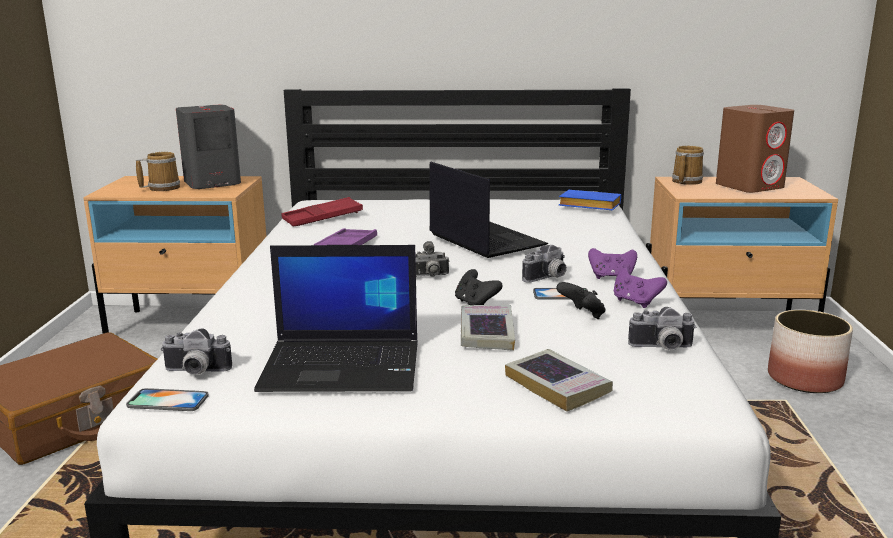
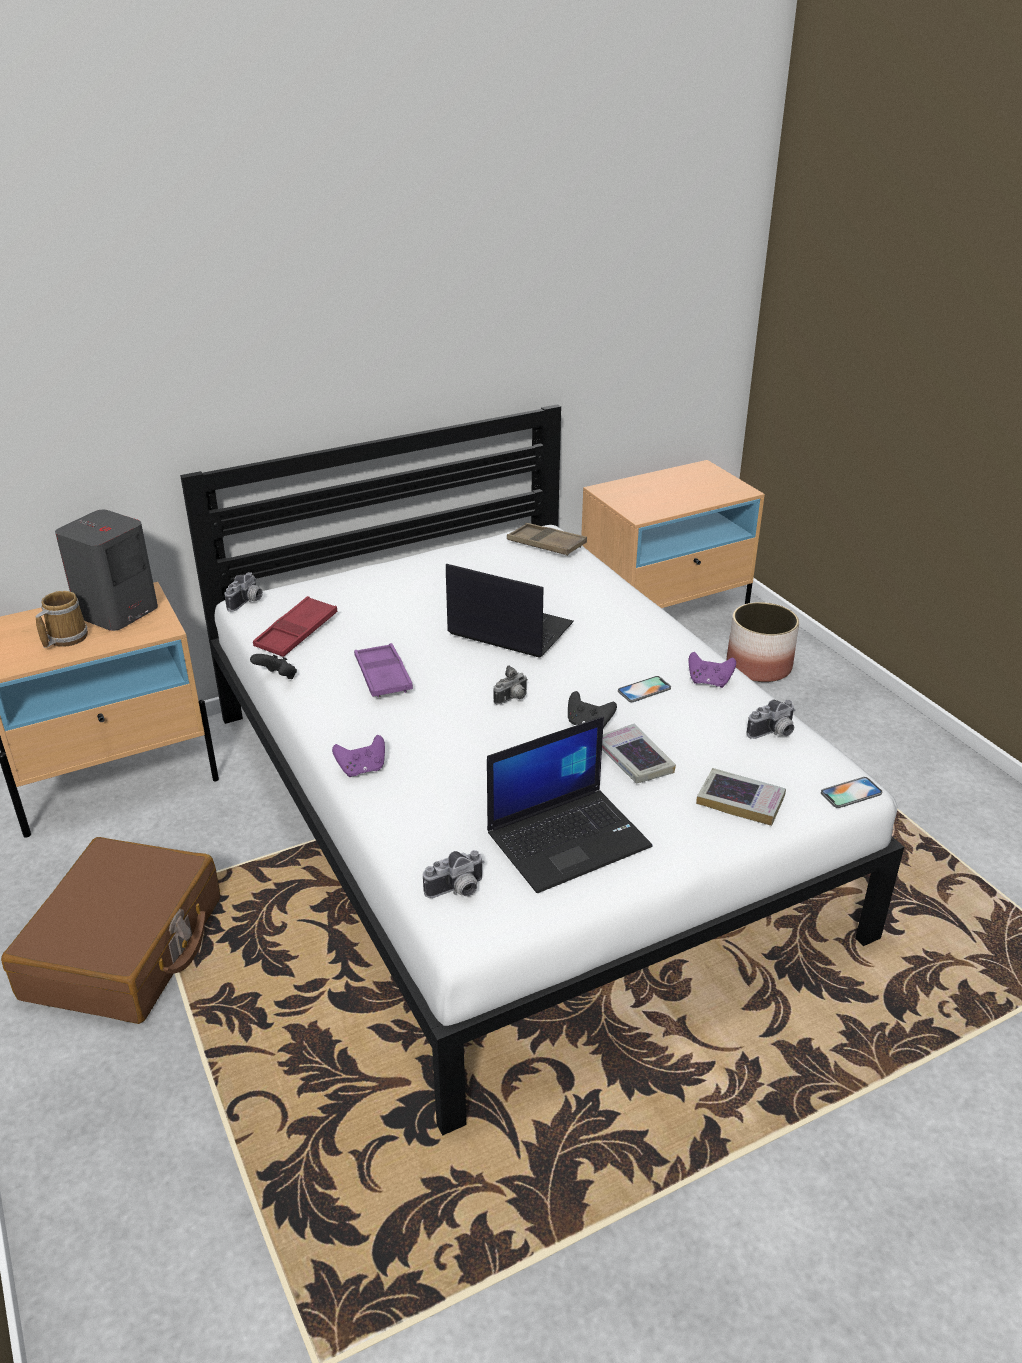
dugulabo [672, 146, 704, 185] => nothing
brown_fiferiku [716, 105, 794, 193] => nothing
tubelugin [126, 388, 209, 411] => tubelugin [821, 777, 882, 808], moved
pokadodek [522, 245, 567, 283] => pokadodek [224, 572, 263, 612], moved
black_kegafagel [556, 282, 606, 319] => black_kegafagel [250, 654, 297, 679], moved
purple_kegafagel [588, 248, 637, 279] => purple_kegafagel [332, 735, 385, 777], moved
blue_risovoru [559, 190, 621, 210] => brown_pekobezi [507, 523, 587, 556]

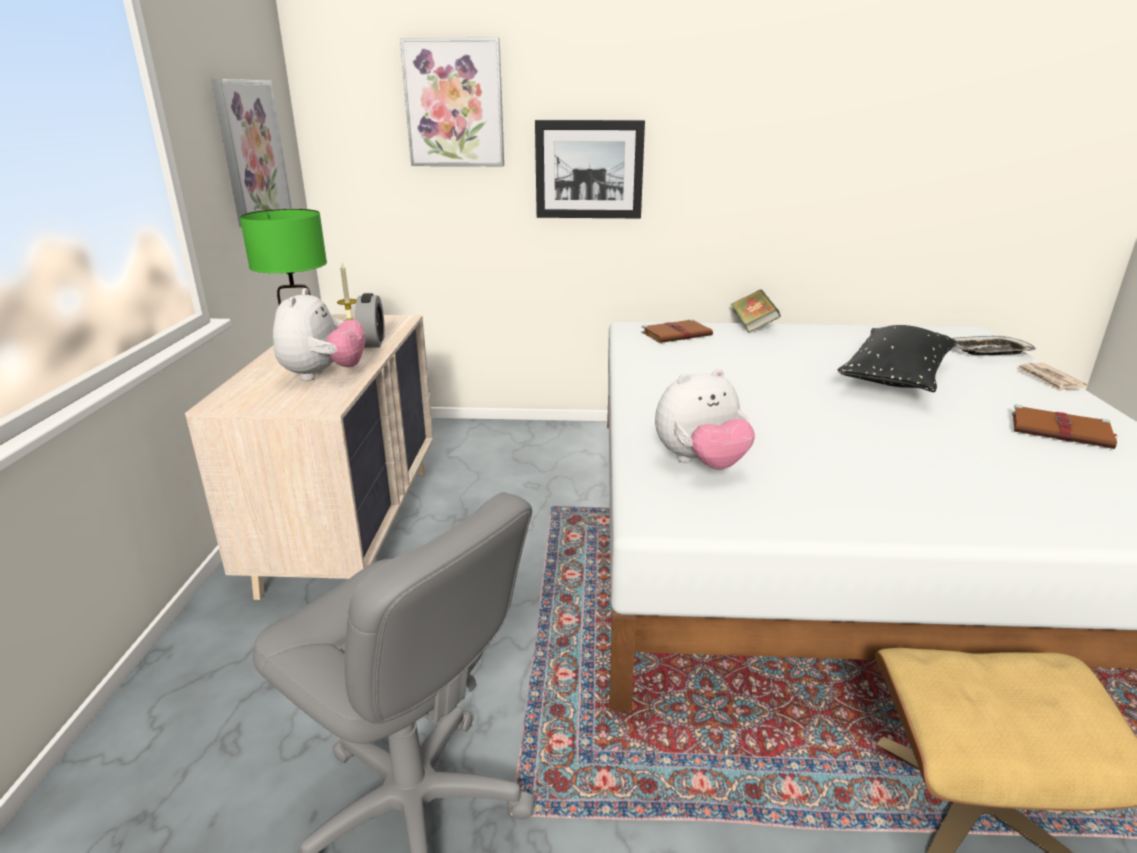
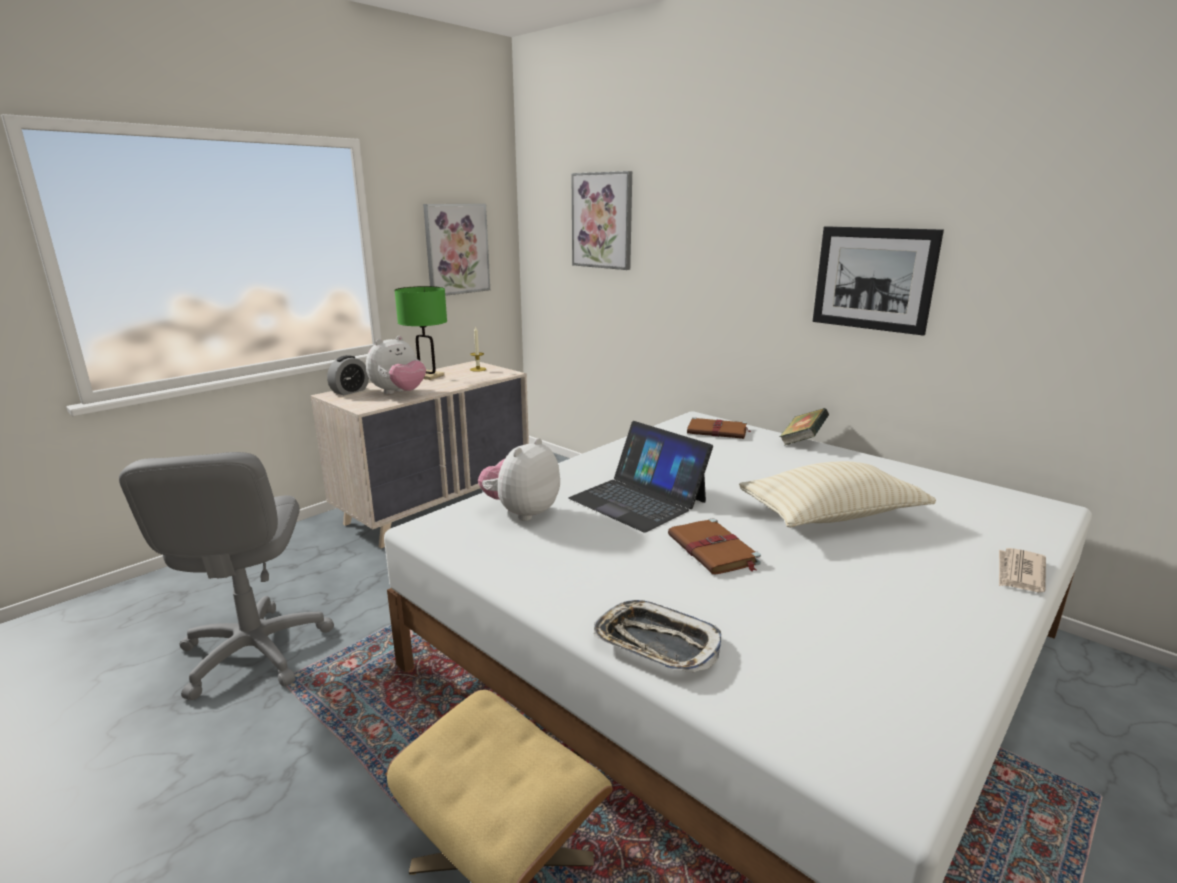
nothing => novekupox [569, 421, 713, 532]
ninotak [355, 293, 385, 348] => ninotak [327, 355, 369, 395], moved
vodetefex [535, 120, 645, 218] => vodetefex [813, 226, 944, 336], moved
pekobezi [951, 336, 1036, 355] => pekobezi [594, 600, 721, 672], moved
brown_risovoru [1012, 405, 1117, 449] => brown_risovoru [668, 518, 761, 574], moved
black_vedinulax [838, 325, 957, 392] => beige_vedinulax [739, 461, 936, 528]
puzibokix [655, 369, 755, 470] => puzibokix [478, 438, 560, 521], 105 degrees clockwise

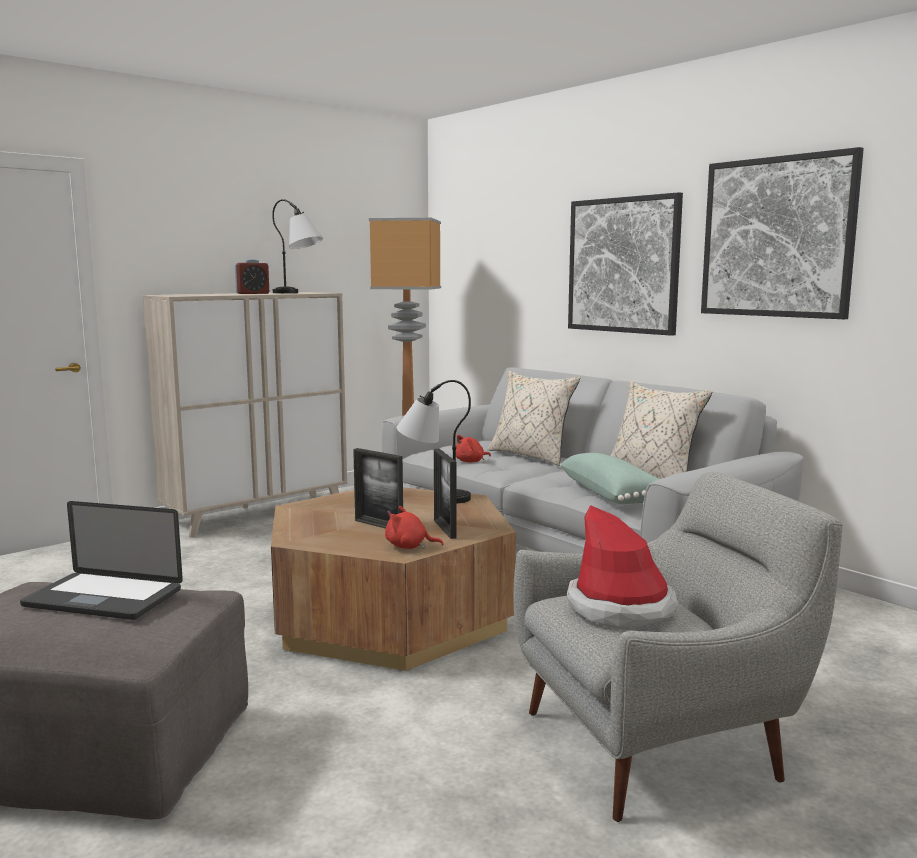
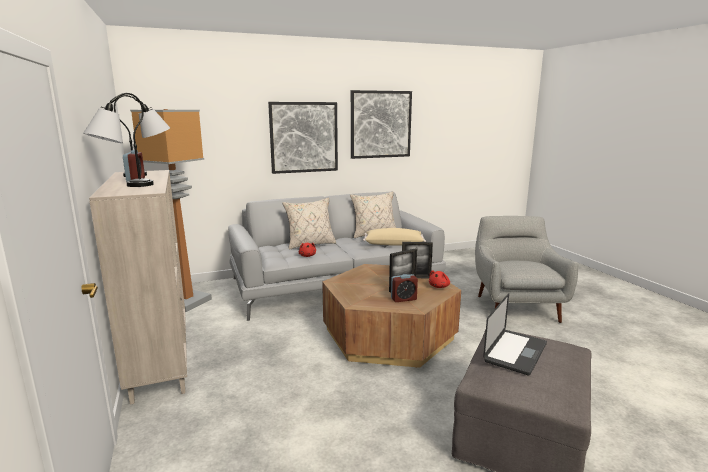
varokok [567, 505, 678, 630] => nothing
nothing => ninotak [391, 274, 418, 302]
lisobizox [396, 380, 471, 503] => lisobizox [83, 93, 154, 187], moved
green_vedinulax [560, 453, 659, 504] => beige_vedinulax [363, 228, 426, 246]

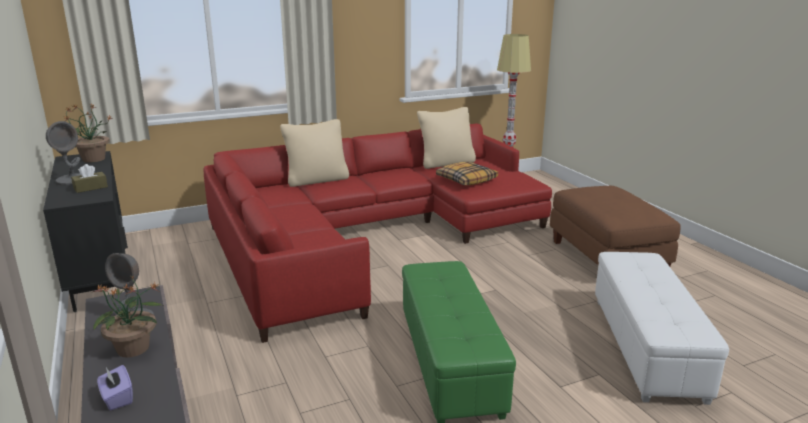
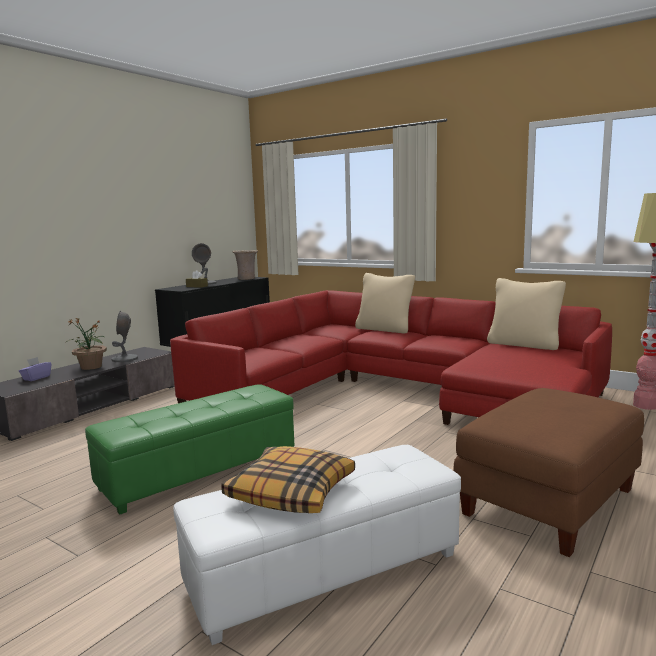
vedinulax [436, 162, 498, 185] => vedinulax [221, 446, 355, 513], moved
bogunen [65, 104, 113, 163] => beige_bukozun [233, 250, 258, 280]

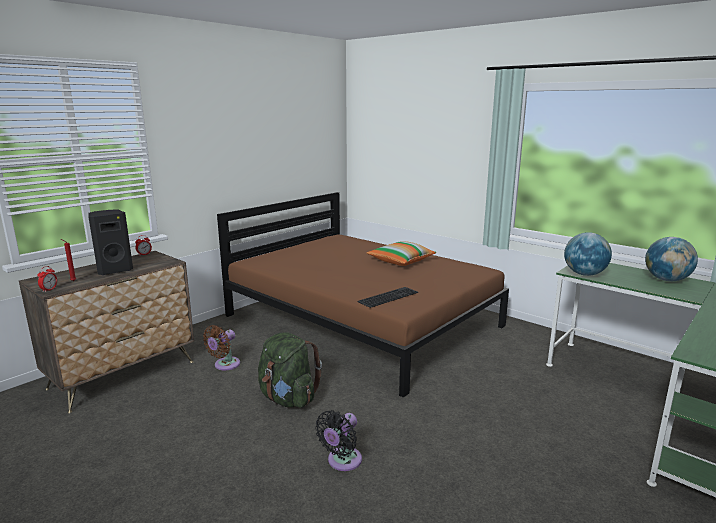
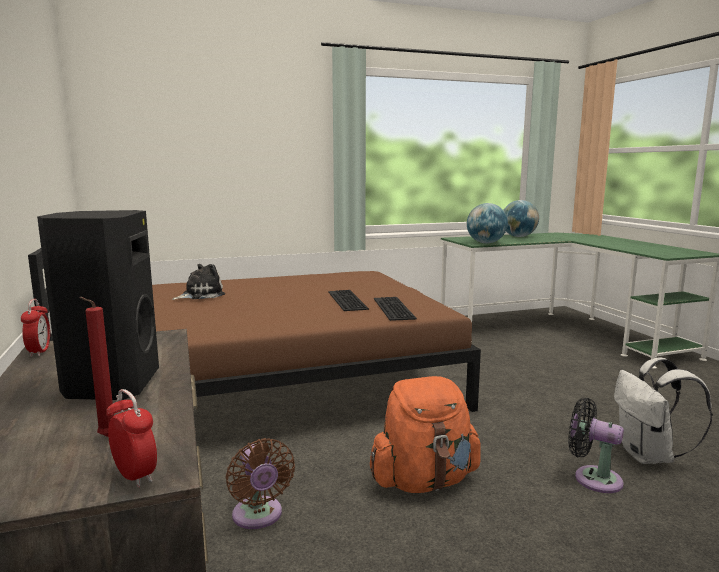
vedinulax [367, 241, 436, 266] => nothing
nothing => puzibokix [172, 264, 225, 300]
nothing => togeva [328, 290, 369, 311]
nothing => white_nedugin [614, 358, 713, 464]
green_nedugin [258, 332, 322, 408] => orange_nedugin [370, 376, 480, 493]
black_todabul [315, 410, 362, 471] => black_todabul [568, 398, 624, 493], 150 degrees clockwise

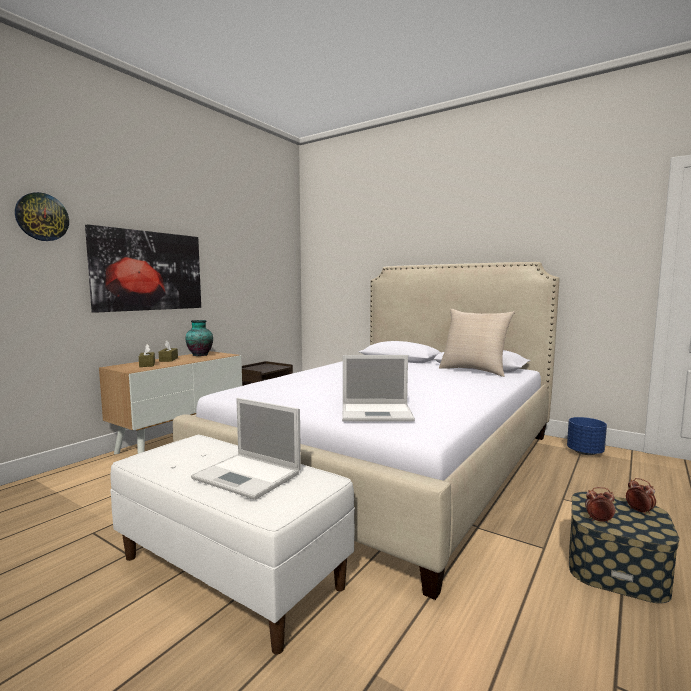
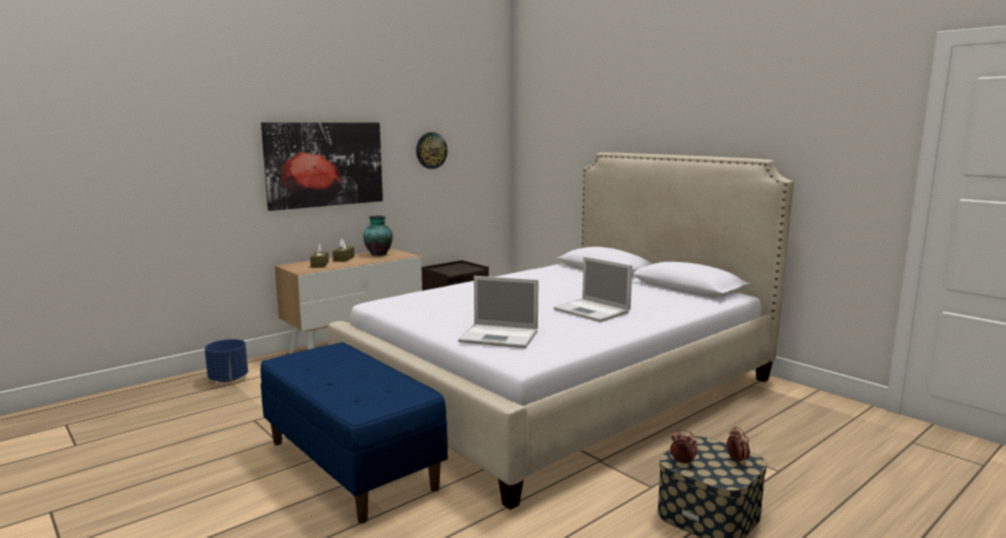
beige_vedinulax [439, 309, 515, 377] => nothing
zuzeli [15, 192, 69, 241] => zuzeli [416, 132, 448, 169], moved
novekupox [191, 398, 301, 500] => novekupox [554, 257, 632, 322], moved
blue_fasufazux [567, 417, 607, 455] => blue_fasufazux [204, 339, 248, 382], moved
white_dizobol [110, 435, 355, 655] => blue_dizobol [260, 342, 448, 523]

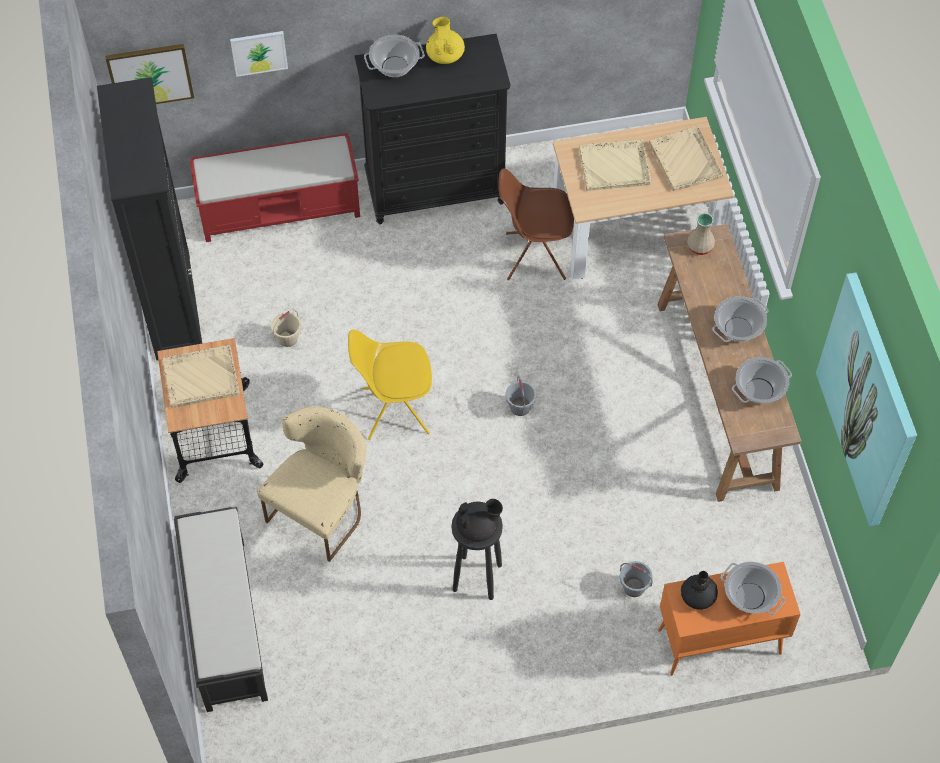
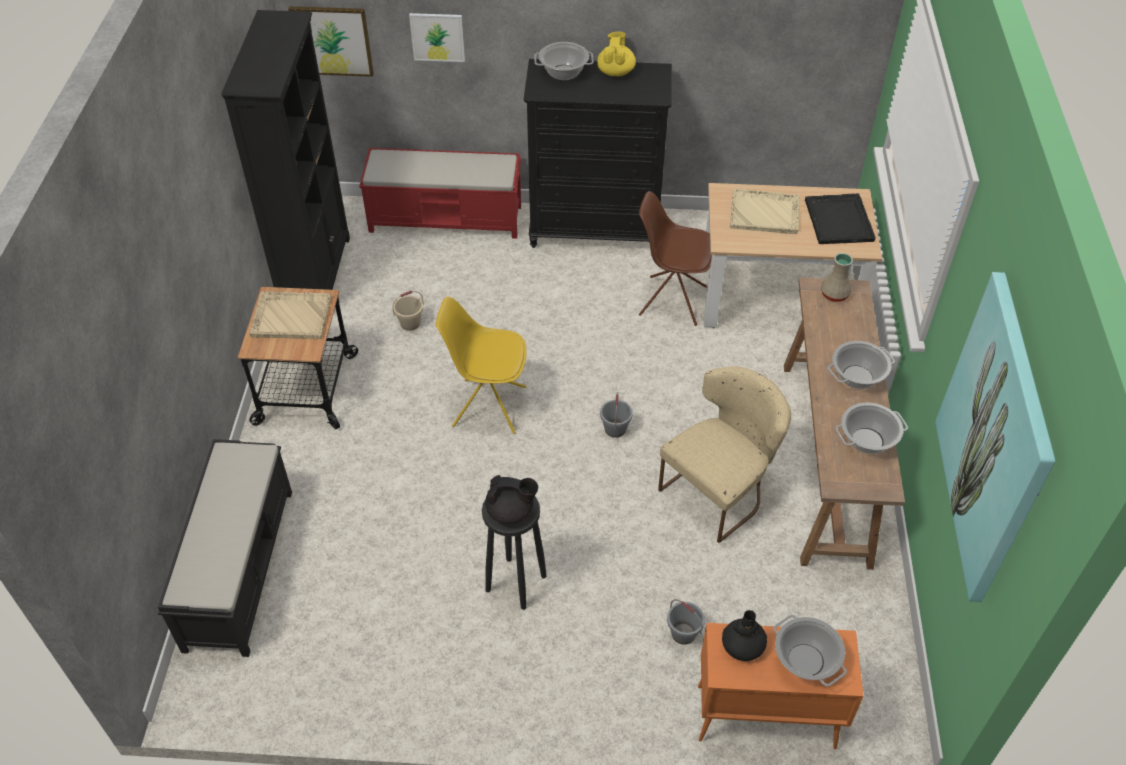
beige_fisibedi [257, 406, 366, 562] => beige_fisibedi [658, 366, 791, 543], moved
beige_pekobezi [649, 126, 724, 191] => black_pekobezi [805, 193, 876, 244]

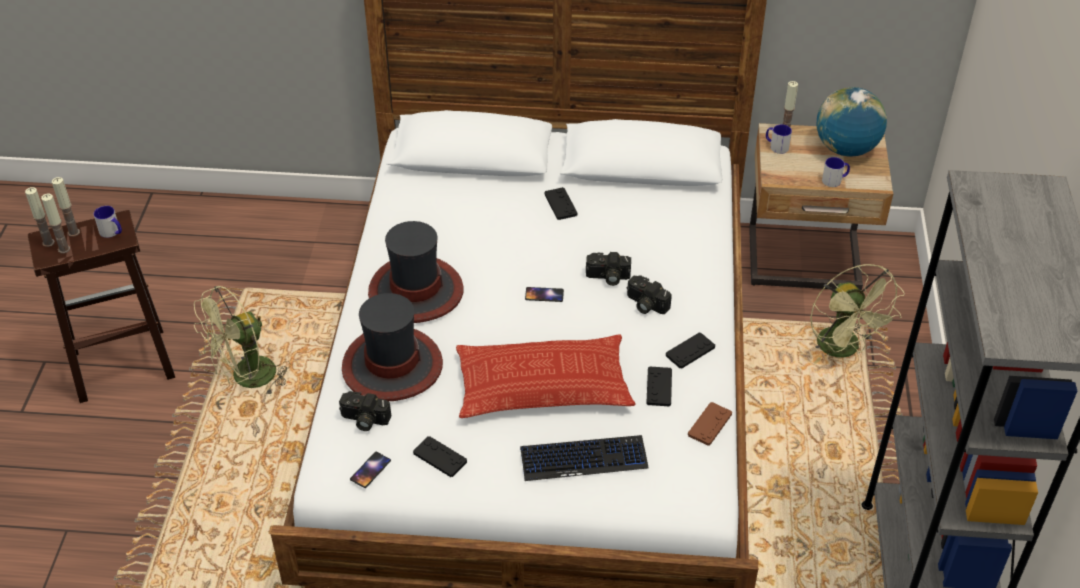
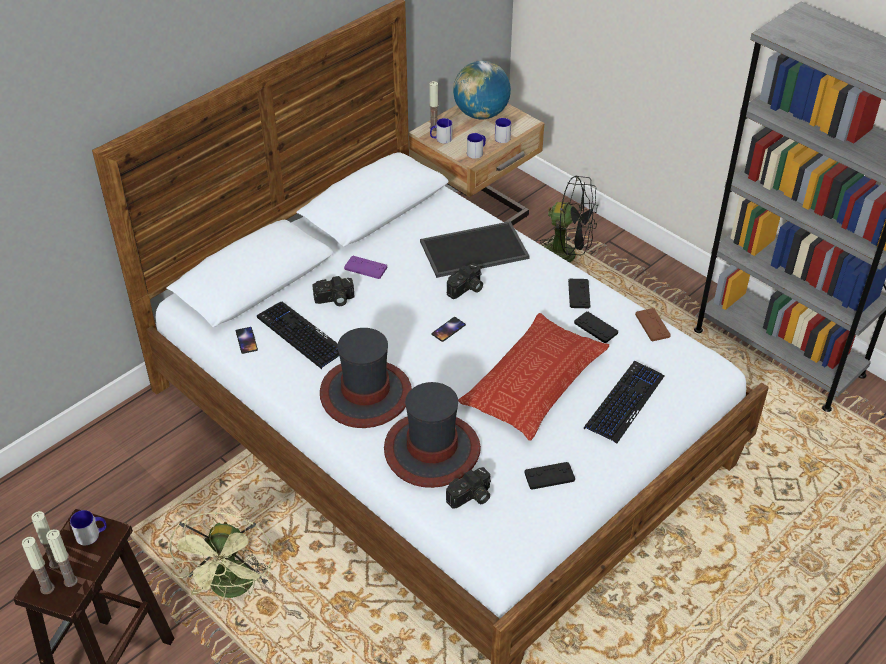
nothing => togeva [257, 302, 339, 369]
nothing => pekobezi [420, 221, 530, 278]
nothing => dugulabo [467, 133, 486, 159]
tubelugin [350, 452, 391, 488] => tubelugin [236, 327, 258, 354], moved
pokadodek [627, 275, 672, 314] => pokadodek [312, 276, 354, 306], moved
black_kegafagel [544, 187, 577, 220] => purple_kegafagel [344, 256, 387, 279]
green_todabul [810, 264, 905, 364] => black_todabul [536, 175, 598, 263]

